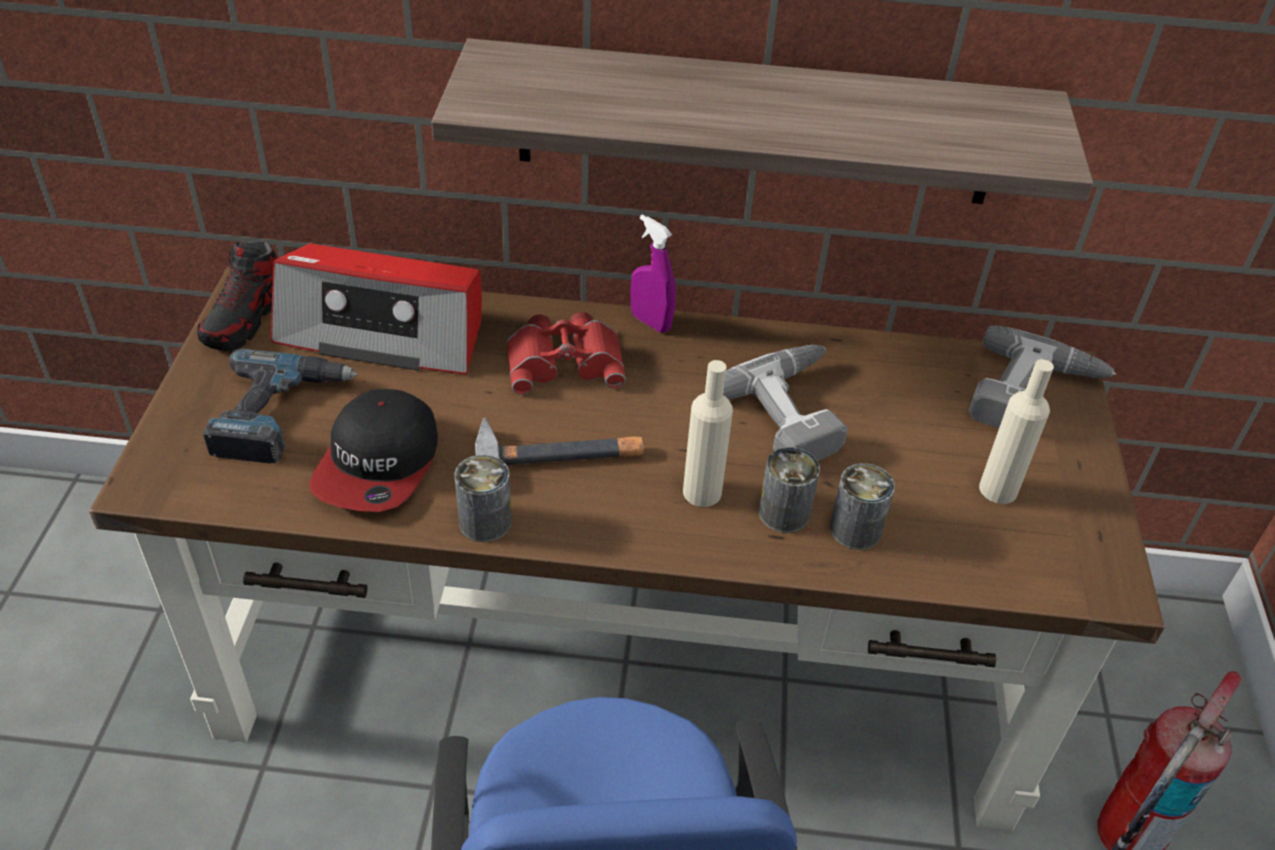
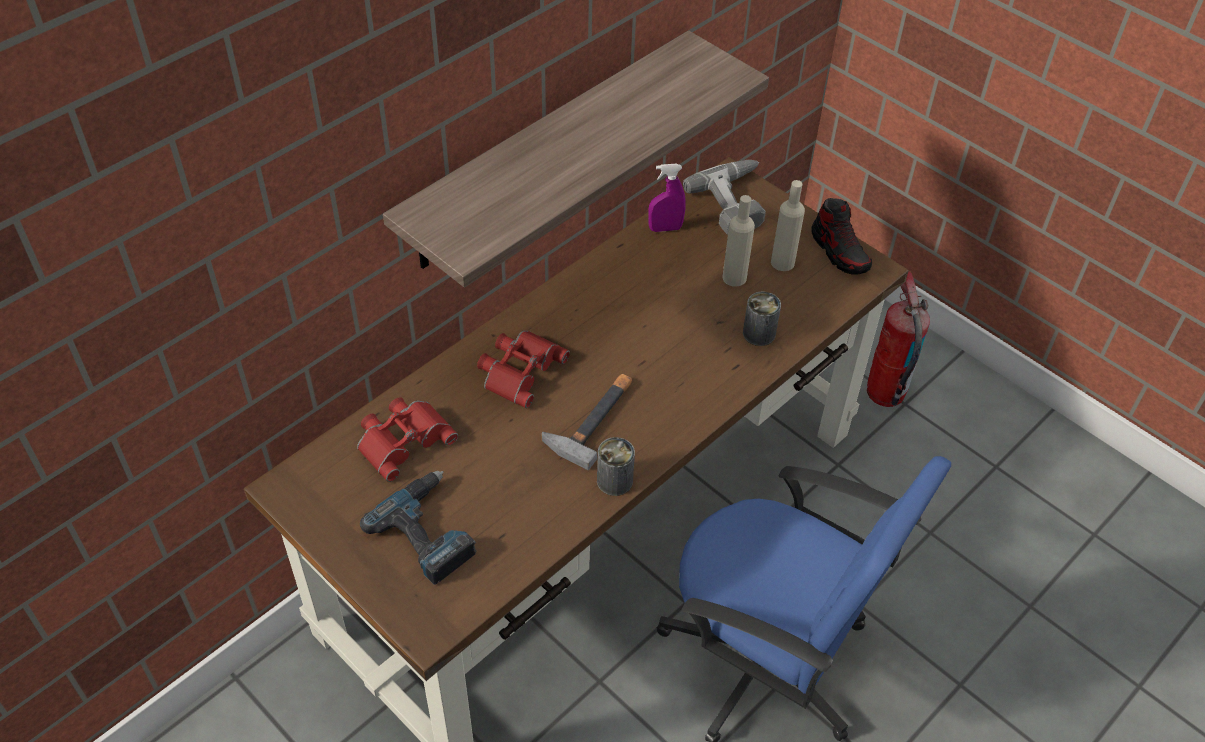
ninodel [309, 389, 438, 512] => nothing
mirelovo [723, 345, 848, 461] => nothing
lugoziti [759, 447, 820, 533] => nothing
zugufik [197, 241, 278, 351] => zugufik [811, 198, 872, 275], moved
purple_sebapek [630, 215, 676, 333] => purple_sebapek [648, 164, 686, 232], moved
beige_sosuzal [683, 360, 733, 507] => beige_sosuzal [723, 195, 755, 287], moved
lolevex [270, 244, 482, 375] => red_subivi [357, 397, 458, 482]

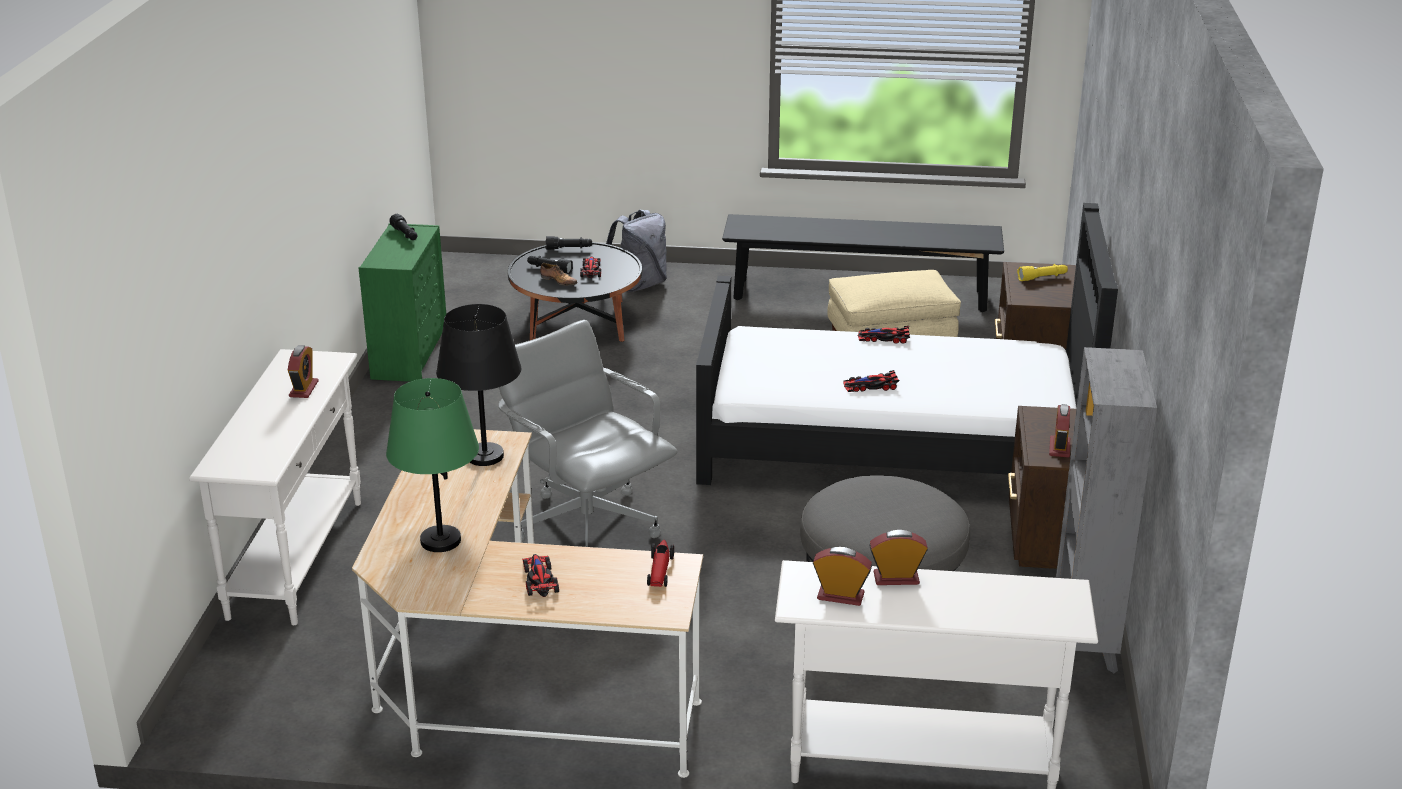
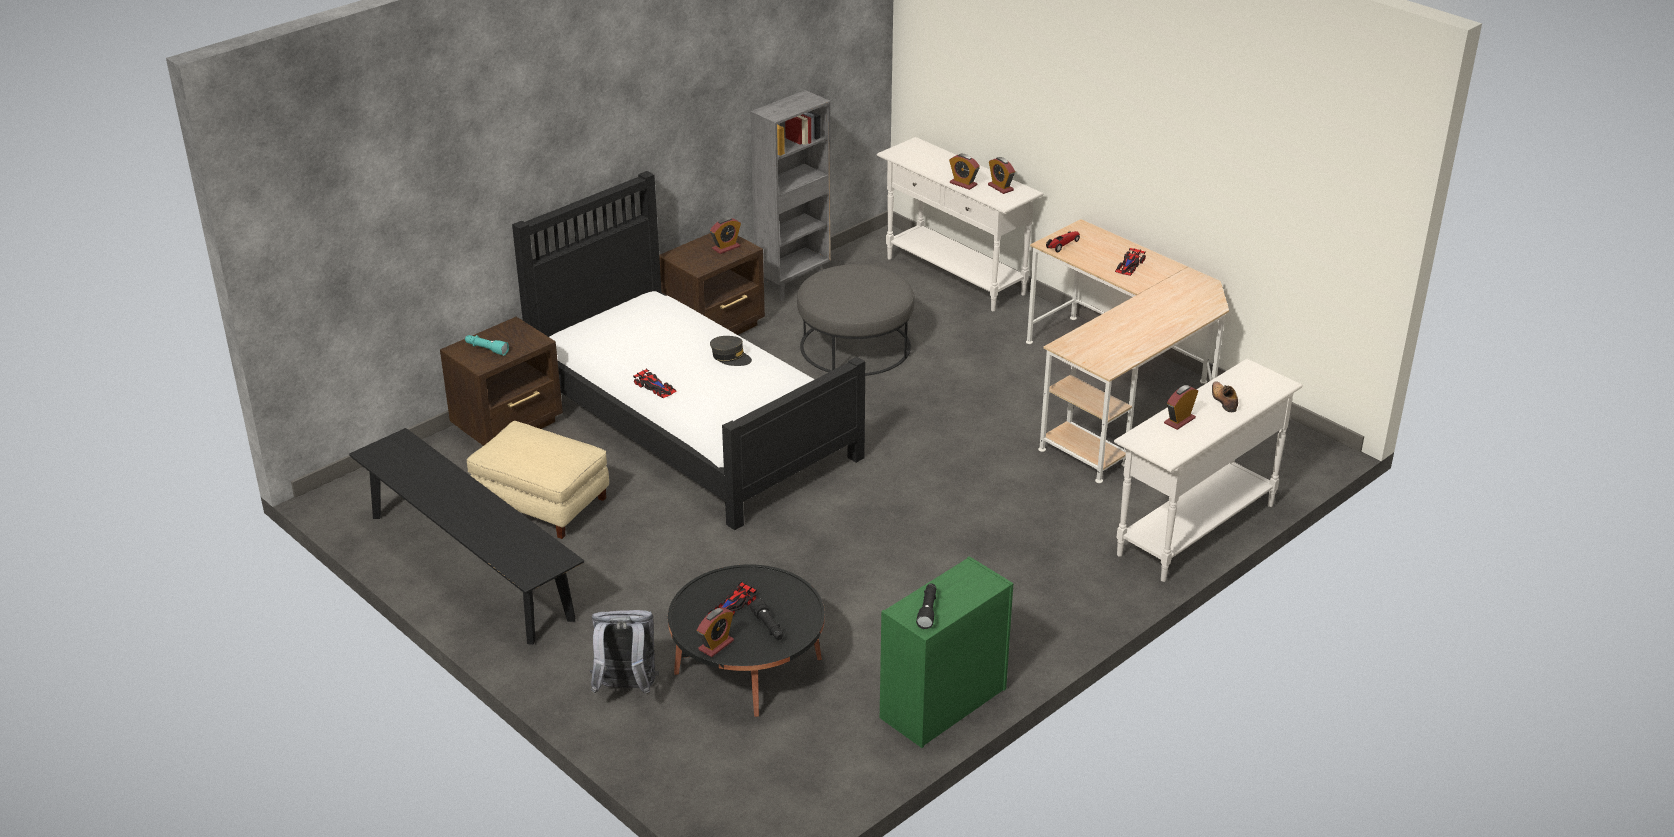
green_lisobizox [386, 378, 479, 552] => nothing
black_lisobizox [436, 304, 521, 466] => nothing
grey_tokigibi [499, 320, 678, 547] => nothing
zugufik [540, 263, 578, 286] => zugufik [1212, 381, 1238, 412], moved
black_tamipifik [546, 236, 592, 250] => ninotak [697, 607, 734, 657]
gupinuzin [843, 370, 899, 392] => grey_ninodel [710, 336, 752, 366]
yellow_tamipifik [1017, 264, 1068, 281] => turquoise_tamipifik [465, 335, 509, 355]

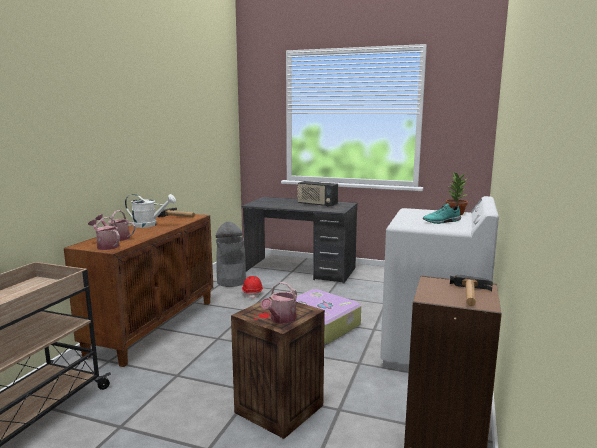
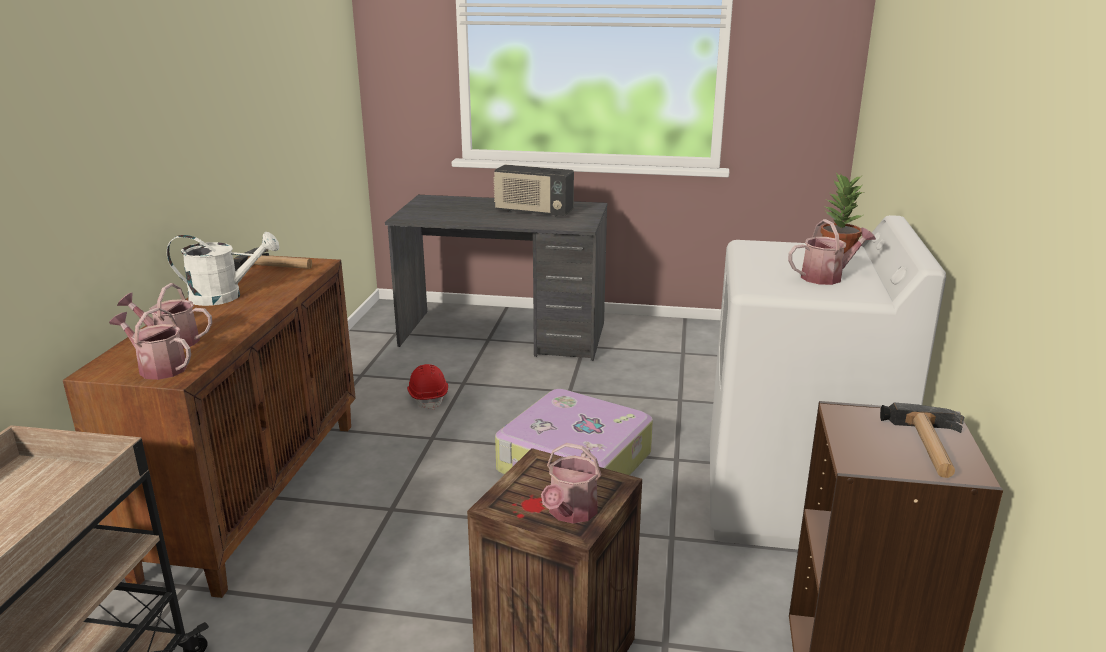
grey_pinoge [216, 222, 246, 287] => nothing
turquoise_zugufik [423, 203, 461, 224] => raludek [788, 219, 876, 285]

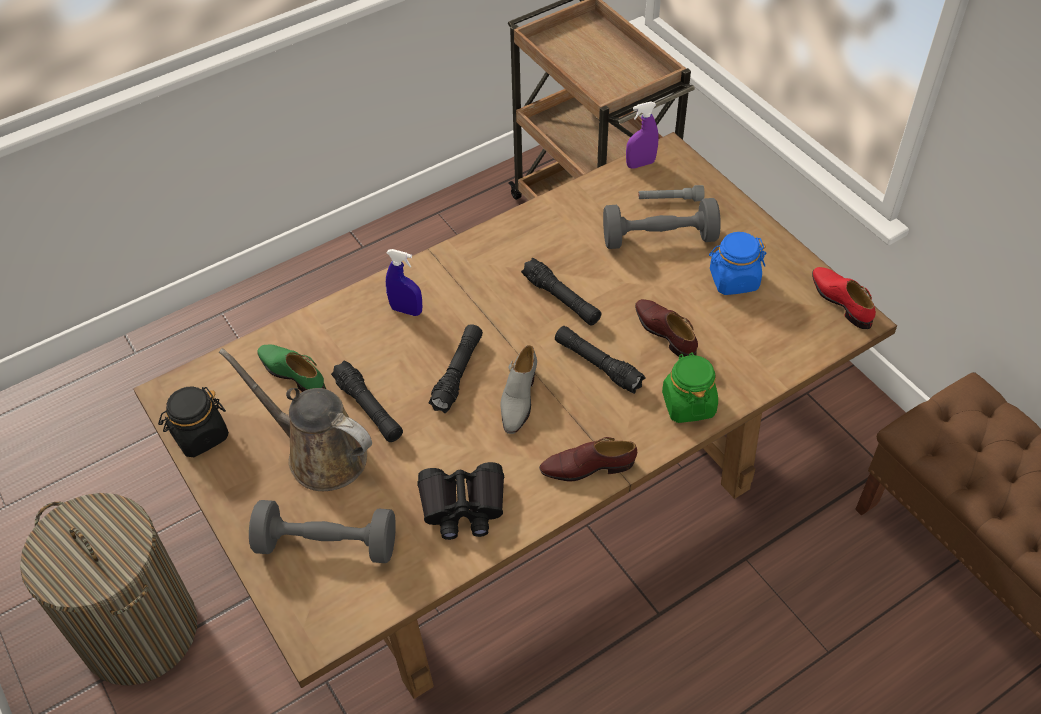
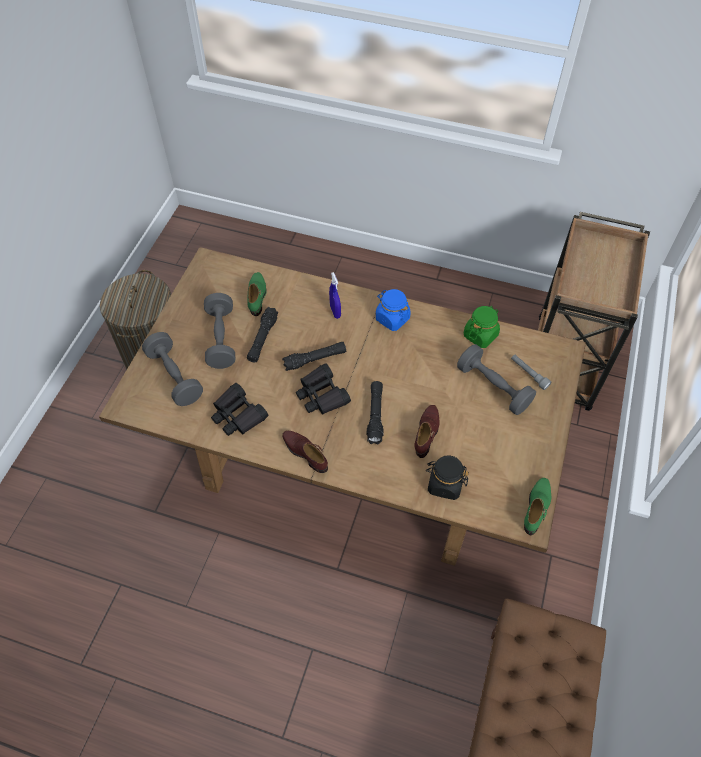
black_tamipifik [521, 258, 601, 326] => nothing
purple_sebapek [626, 101, 659, 169] => nothing
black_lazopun [158, 387, 229, 457] => black_lazopun [426, 455, 469, 500], moved
green_lazopun [662, 352, 718, 423] => green_lazopun [464, 306, 500, 348], moved
blue_lazopun [709, 232, 766, 295] => blue_lazopun [376, 289, 411, 331], moved
brown_raludek [219, 348, 372, 491] => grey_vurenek [204, 293, 235, 369]
grey_zugufik [501, 345, 537, 434] => black_subivi [296, 363, 351, 414]
red_zugufik [812, 267, 876, 329] => green_zugufik [524, 478, 551, 535]

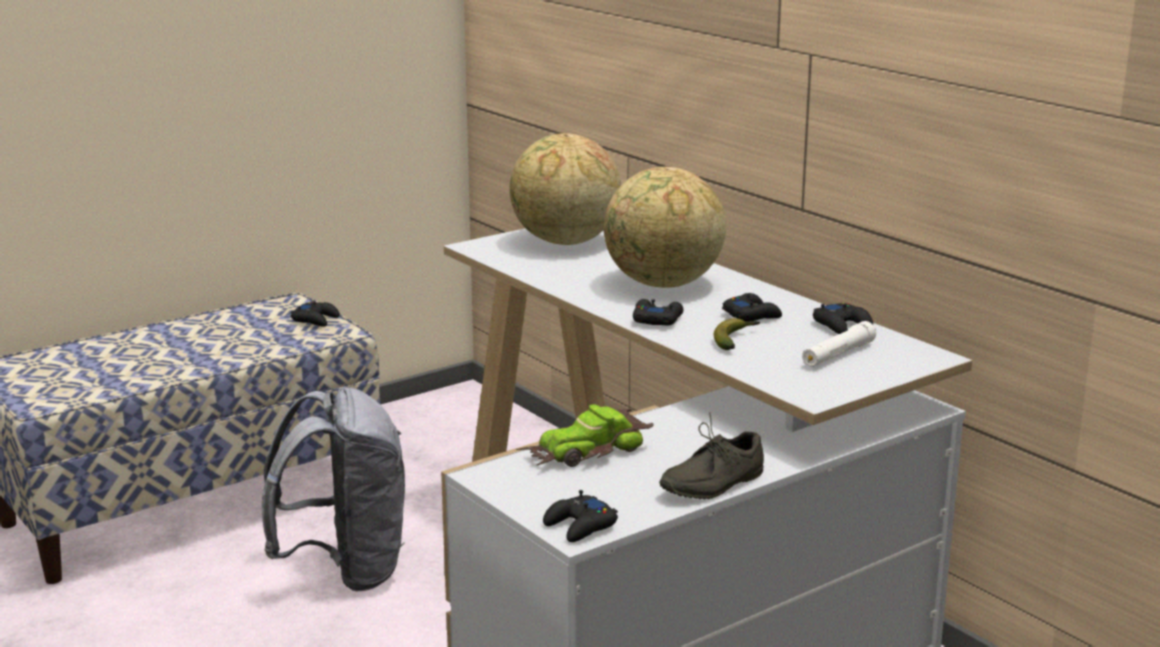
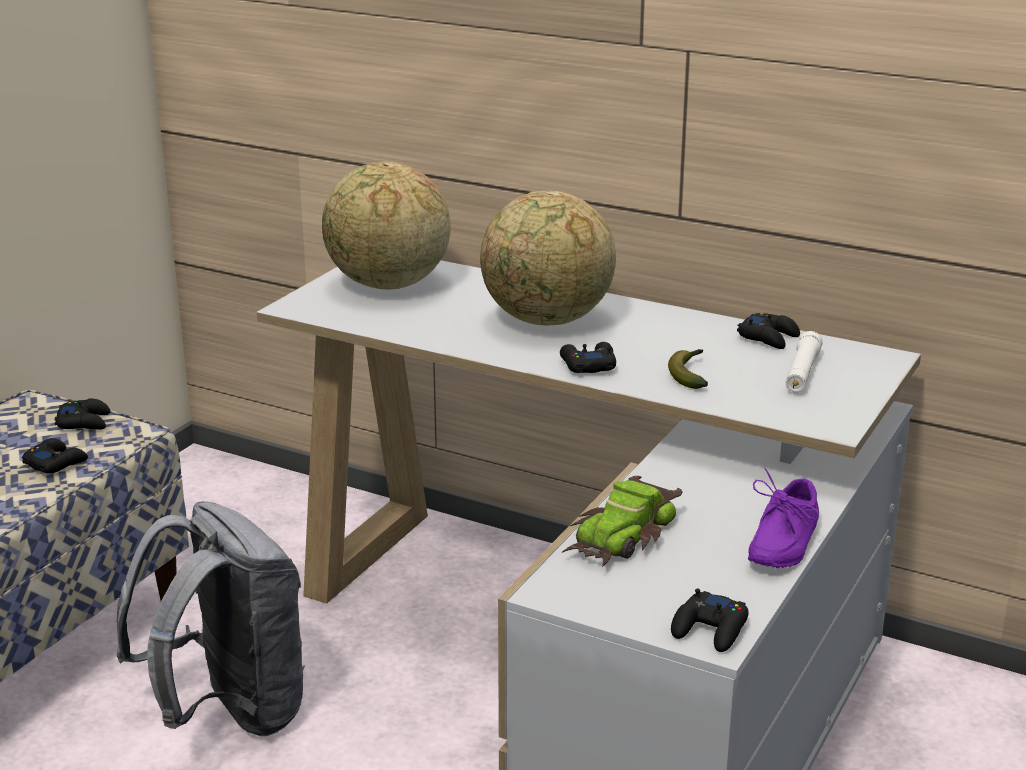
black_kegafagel [722, 293, 782, 322] => black_kegafagel [22, 438, 88, 474], moved
grey_zugufik [659, 413, 764, 499] => purple_zugufik [748, 468, 819, 568]

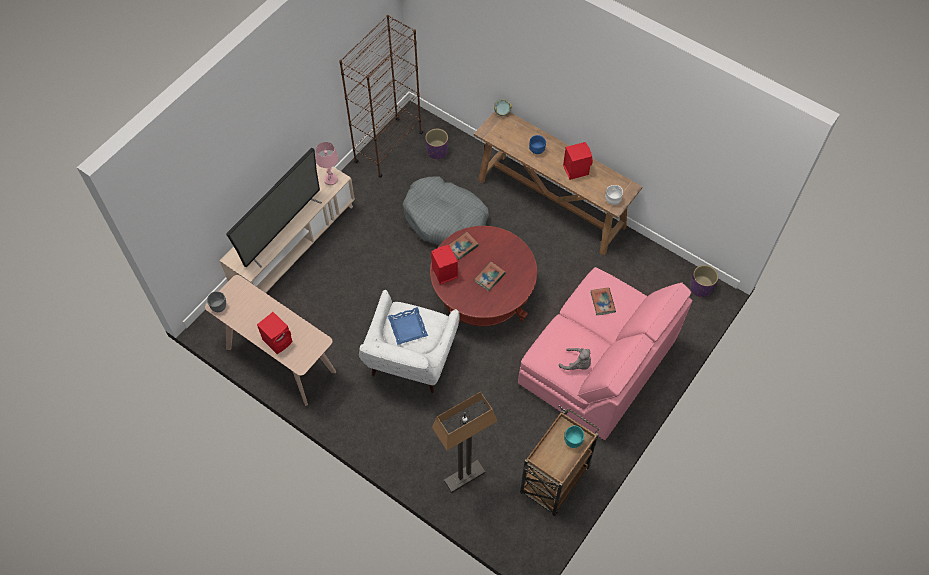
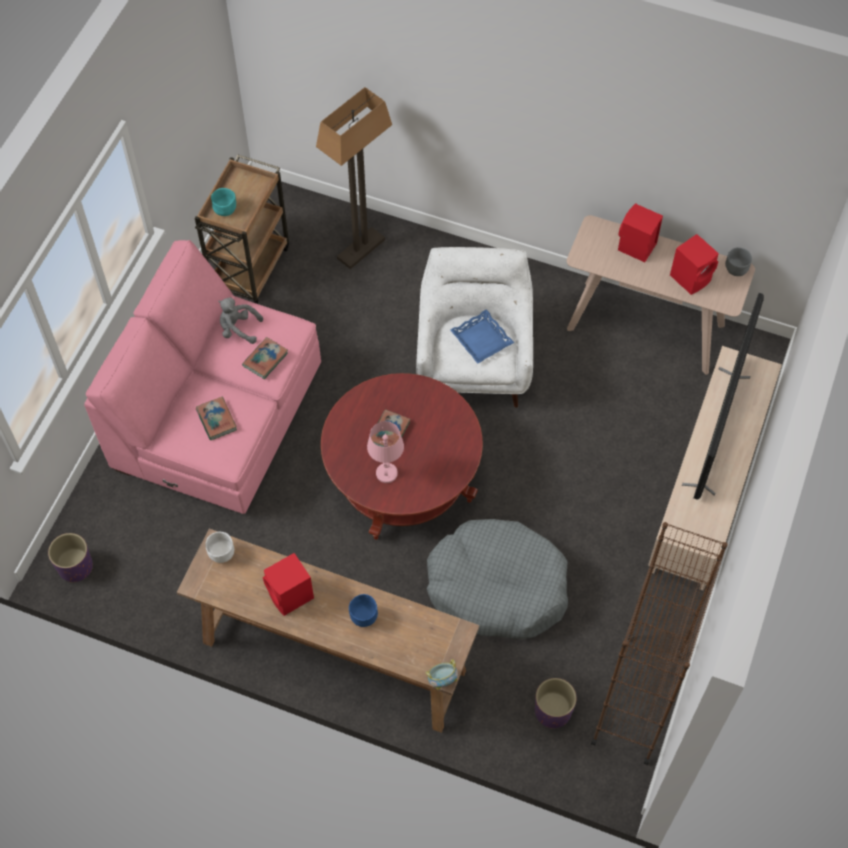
pink_lisobizox [316, 142, 339, 185] => pink_lisobizox [367, 421, 404, 483], moved
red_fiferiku [431, 245, 458, 284] => red_fiferiku [670, 234, 719, 295], moved
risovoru [449, 232, 479, 260] => risovoru [242, 337, 288, 379], moved

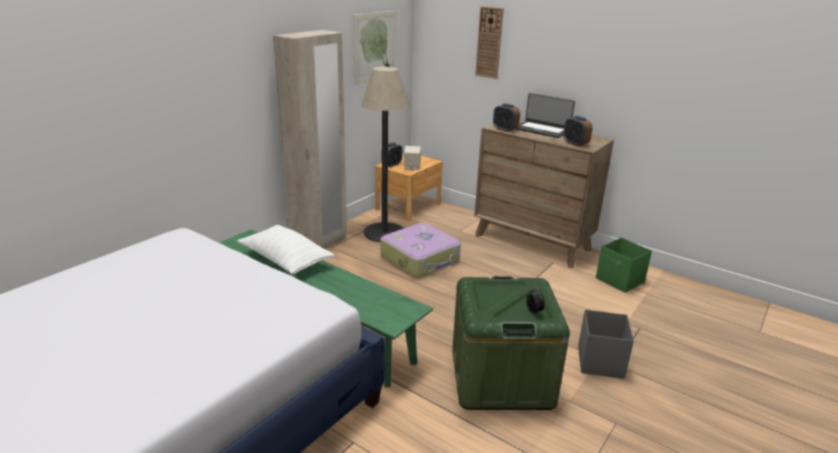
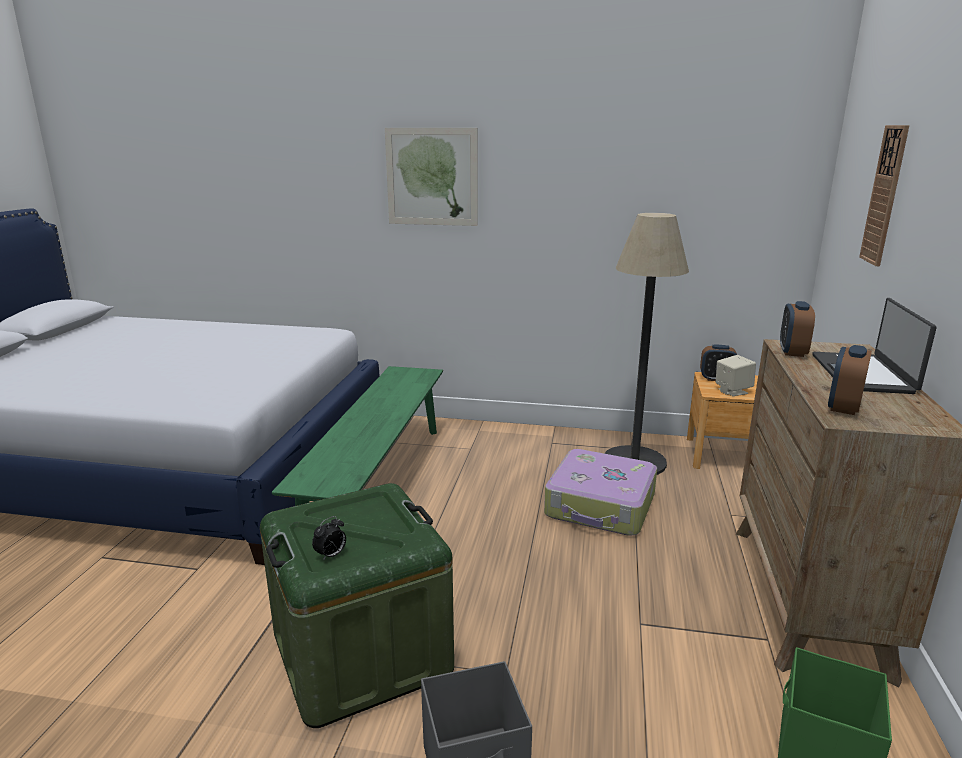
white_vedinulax [237, 225, 335, 274] => nothing
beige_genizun [273, 30, 347, 249] => nothing
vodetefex [353, 11, 397, 85] => vodetefex [385, 128, 478, 226], moved

